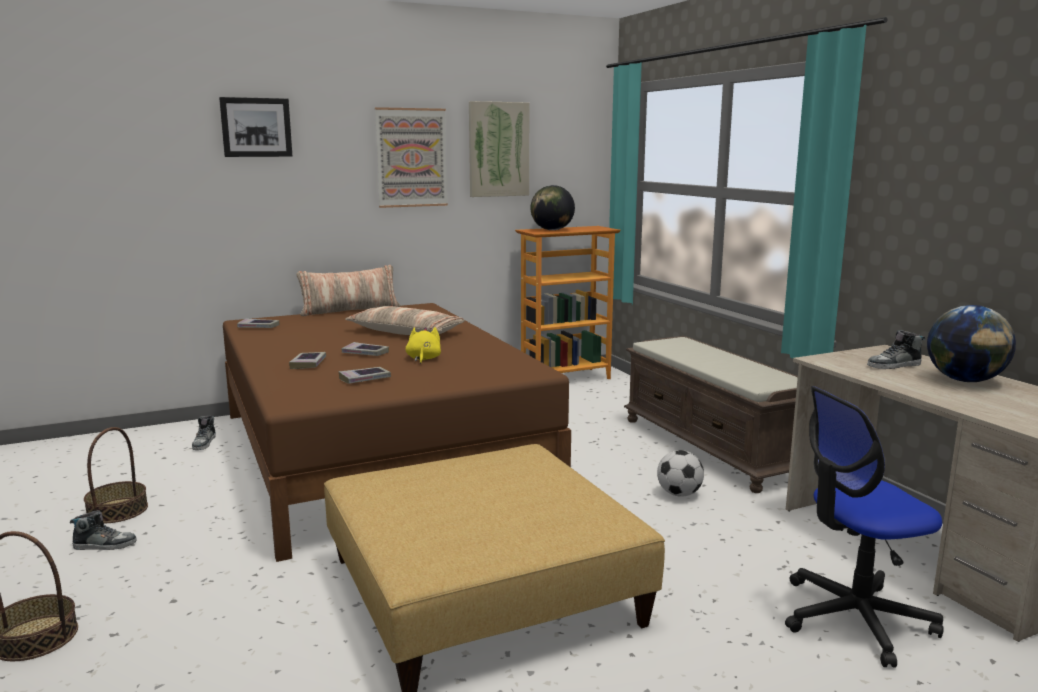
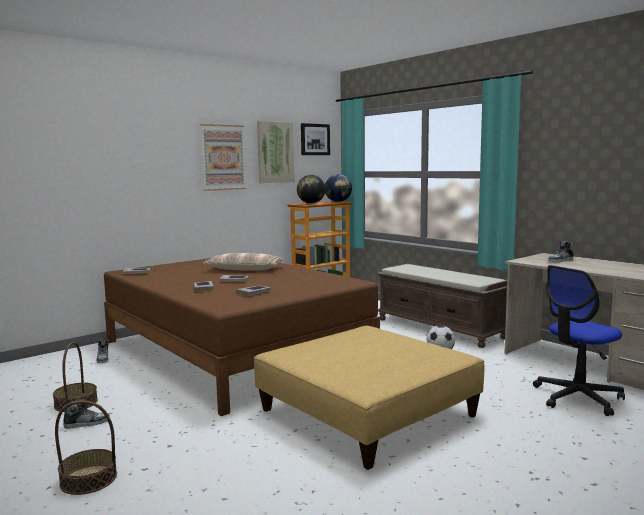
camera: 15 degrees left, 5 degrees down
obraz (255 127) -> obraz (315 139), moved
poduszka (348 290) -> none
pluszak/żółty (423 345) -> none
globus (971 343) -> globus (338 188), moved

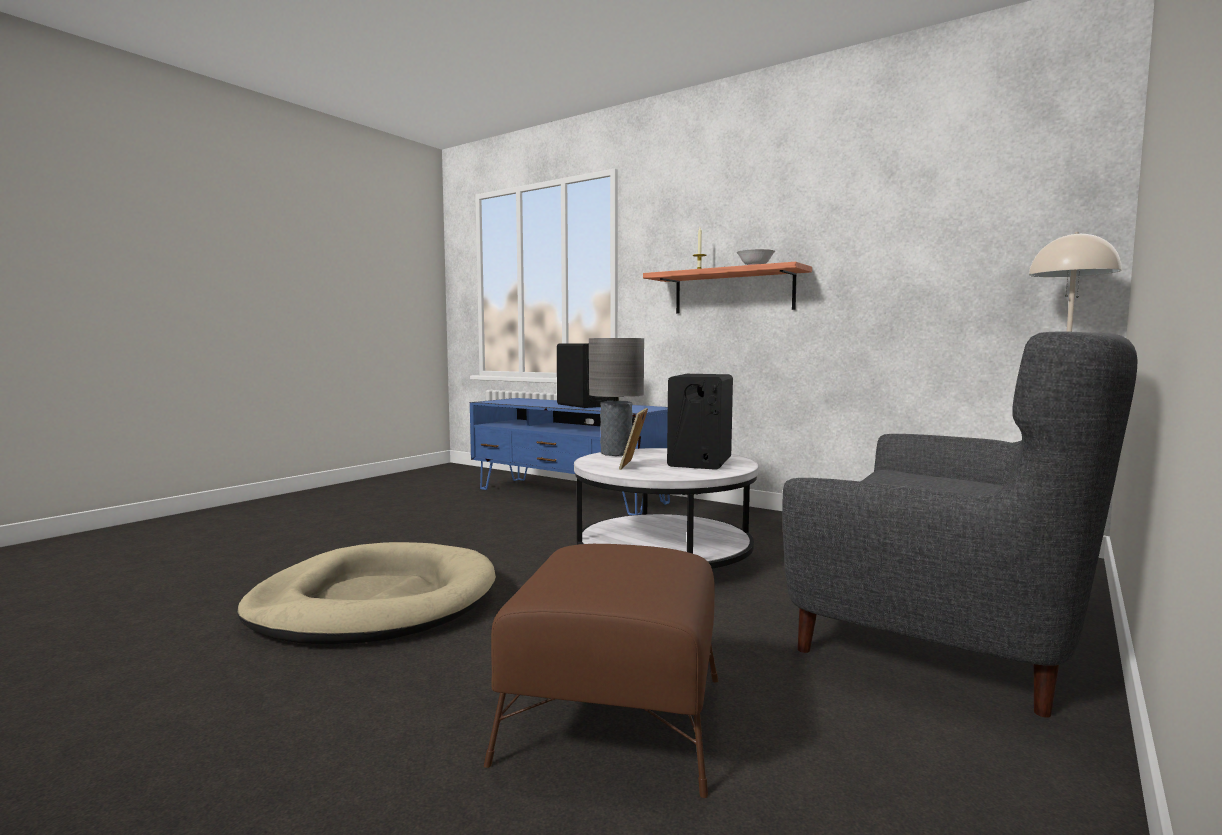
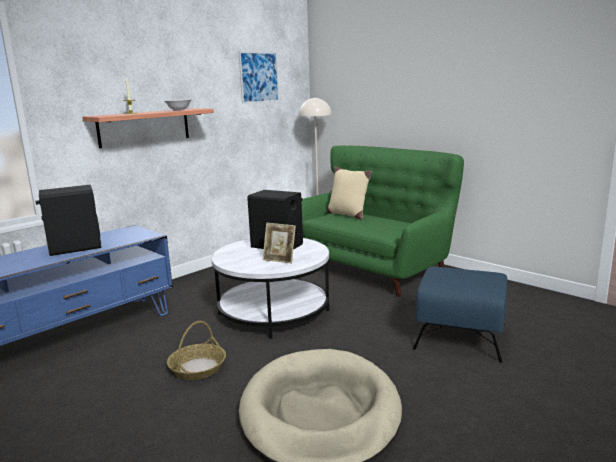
camera: 80 degrees left, 10 degrees up
pufa/brązowy (601 671) -> pufa/niebieski (460 315)
lampa stołowa/szary (616 397) -> none
kanapa/szary (959 524) -> kanapa/zielony (383 221)
none -> koszyk (196 350)
none -> obraz (259 77)
none -> poduszka/beżowy (349 193)

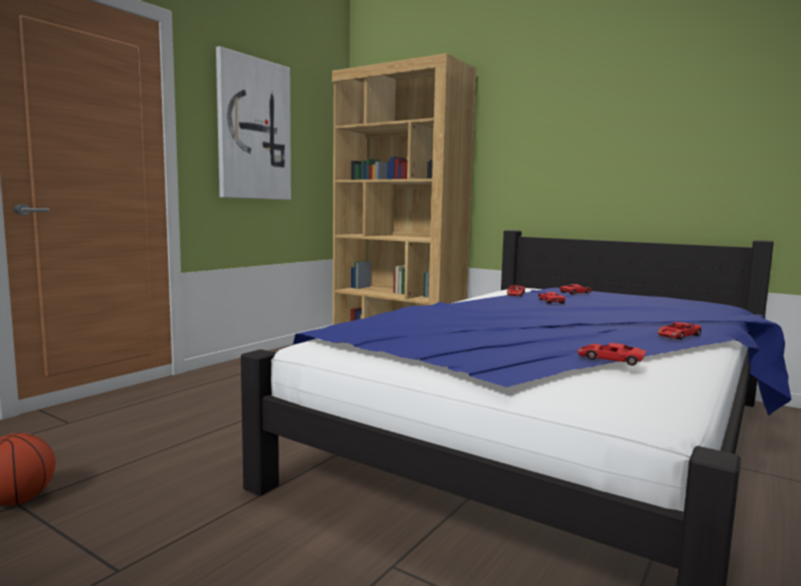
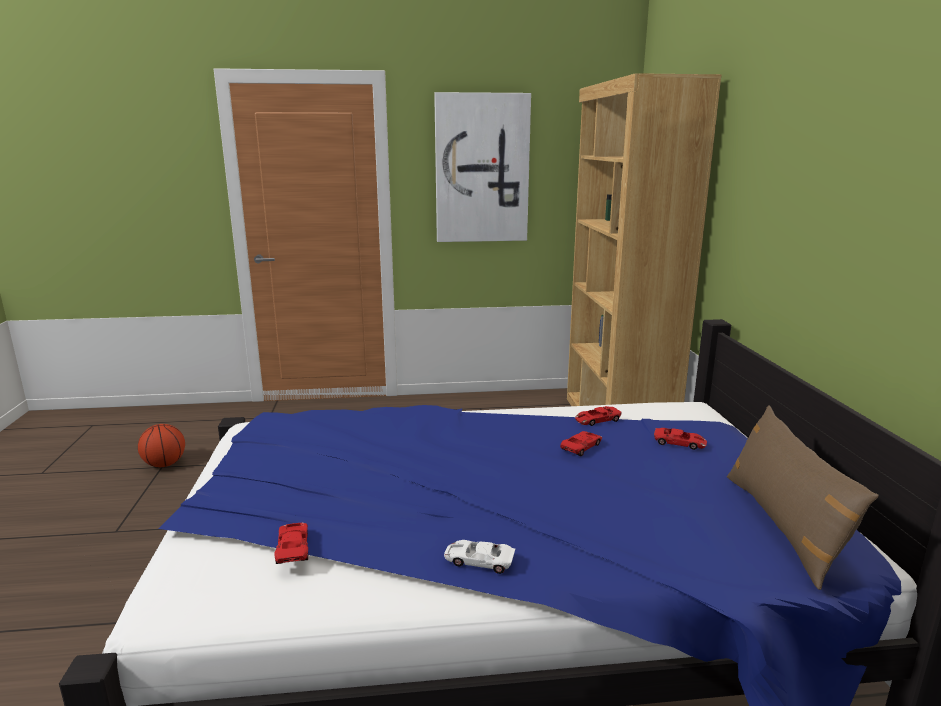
camera: 50 degrees right, 10 degrees up
samochodzik/czerwony (679 331) -> samochodzik/biały (479 557)
none -> poduszka/brązowy (803 497)

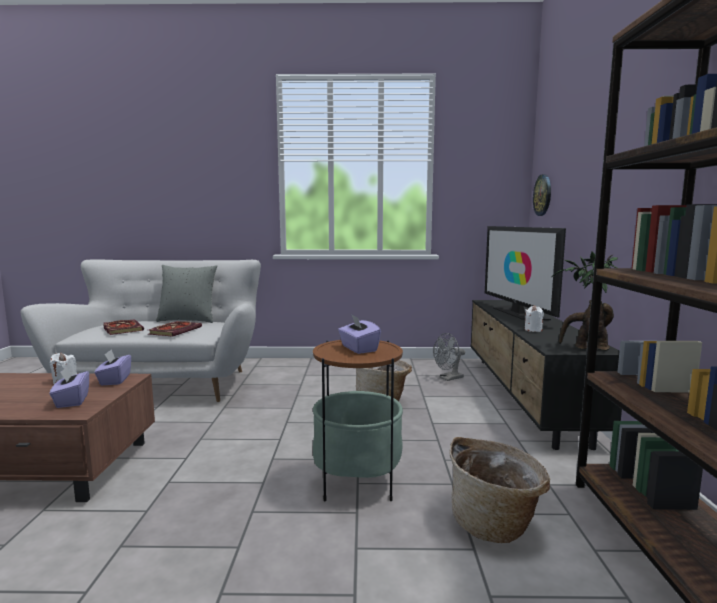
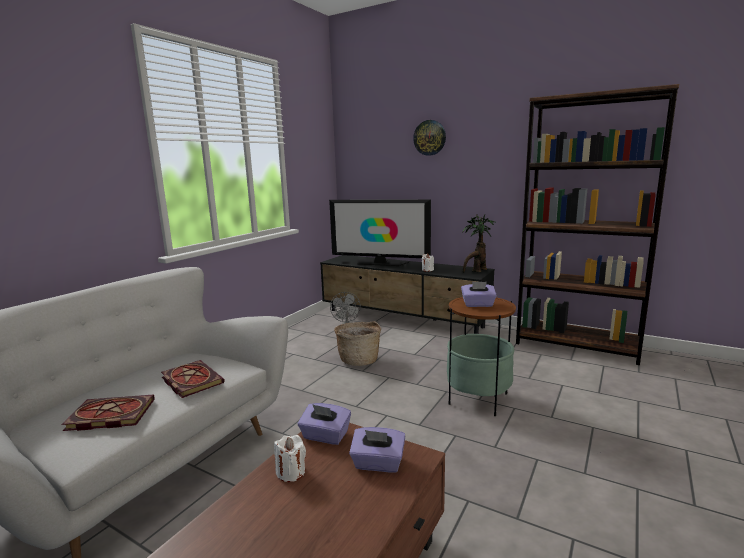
camera: 60 degrees left, 5 degrees up
poduszka/szary (186 294) -> none
koszyk (500 490) -> none
zegar ścienny (542 195) -> zegar ścienny (429 138), moved

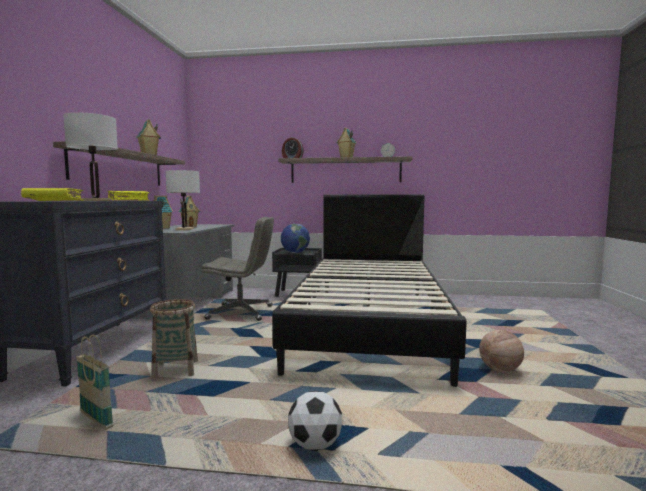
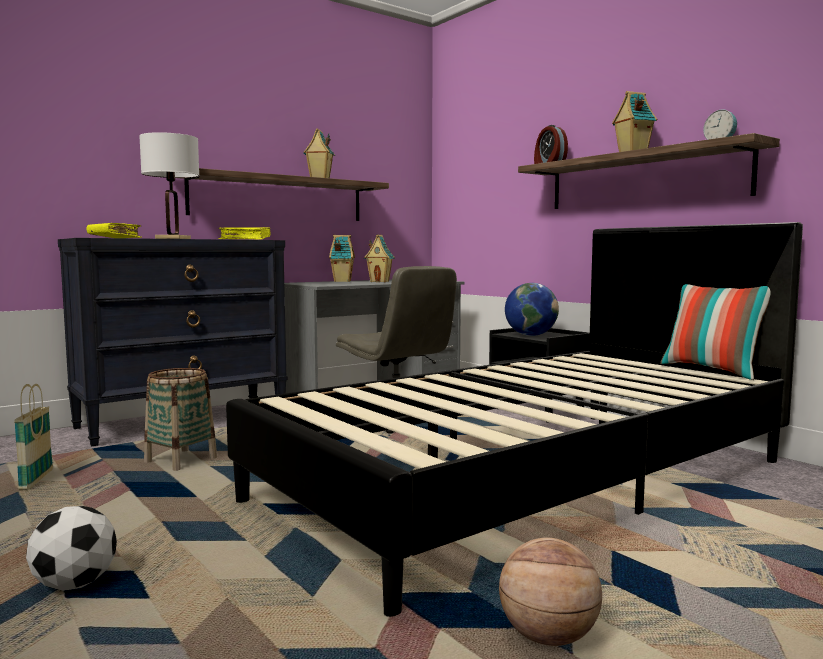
camera: 45 degrees right, 0 degrees up
lampa stołowa/biały (183 200) -> none
none -> poduszka (715 332)

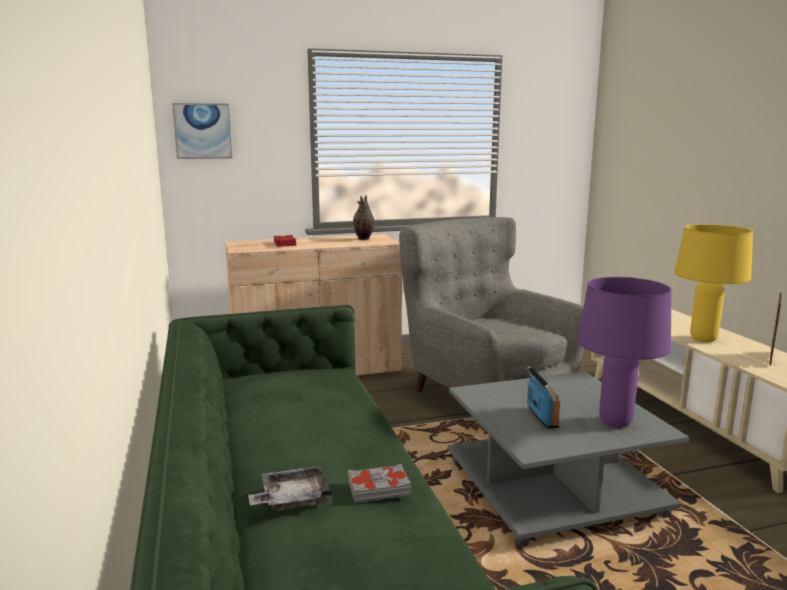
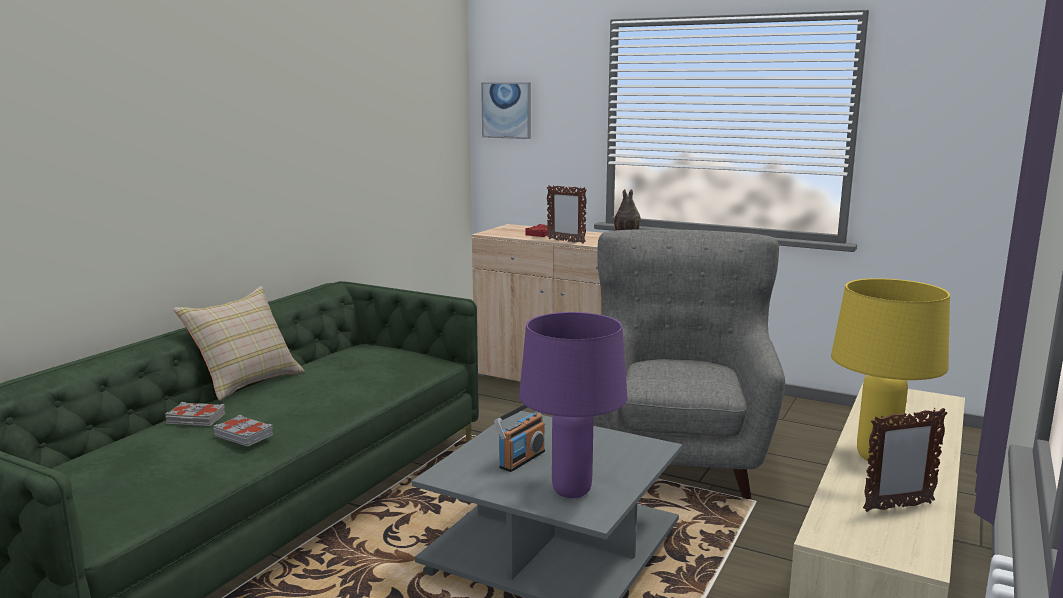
camera: 45 degrees right, 0 degrees up
taca/szary (290 488) -> książka/szary (195 414)
none -> poduszka/beżowy (239 343)
none -> ramka na zdjęcie (567 214)

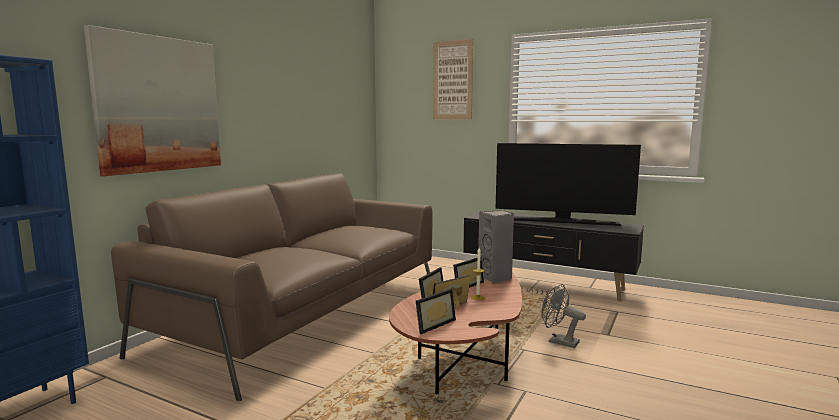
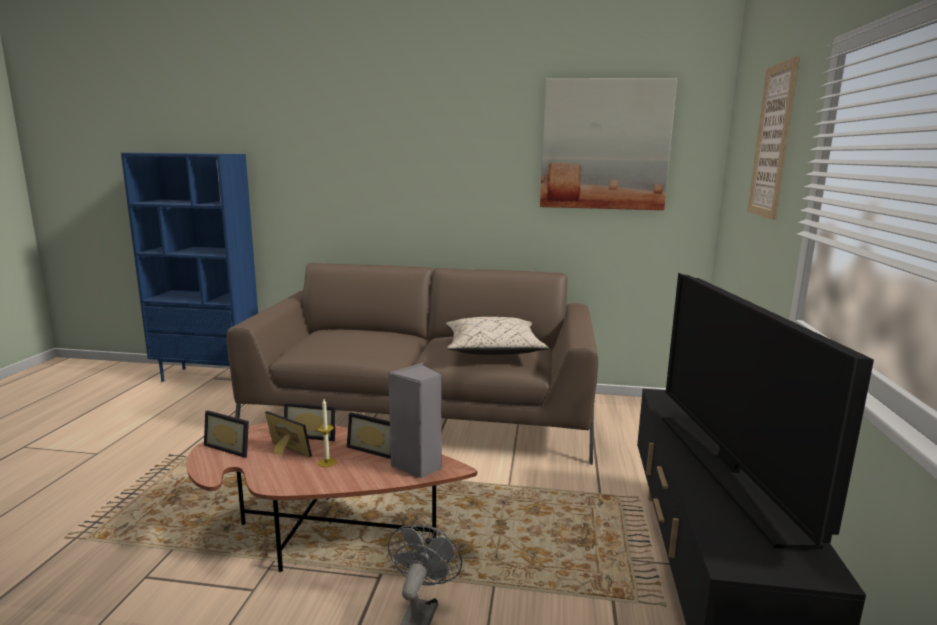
camera: 70 degrees right, 5 degrees up
obraz (152 100) -> obraz (608 144), moved
none -> poduszka/beżowy (497 336)

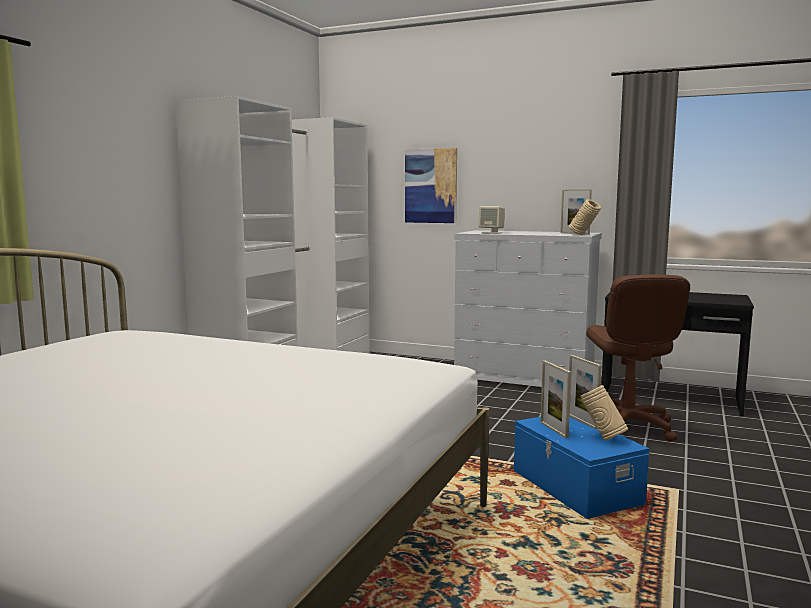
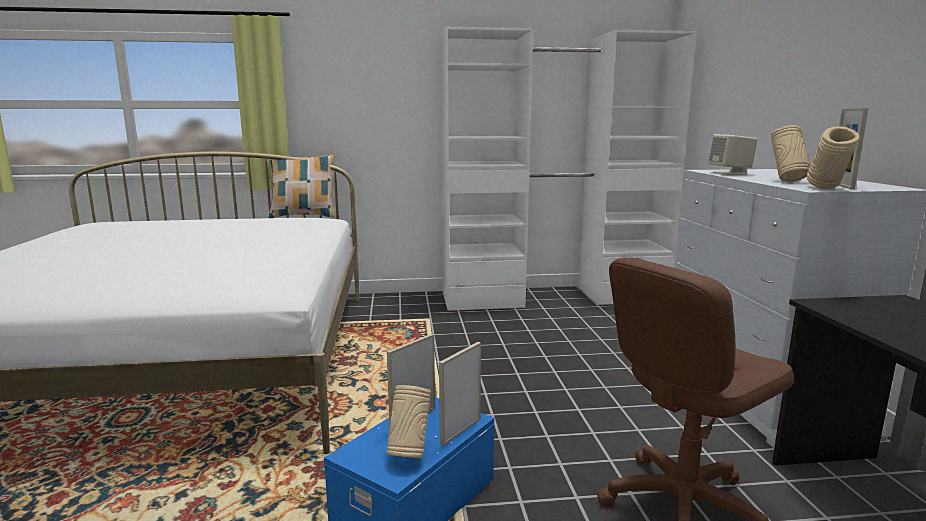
camera: 60 degrees right, 5 degrees up
obraz (431 185) -> none
none -> poduszka (302 186)
none -> wazon/beżowy (790 153)

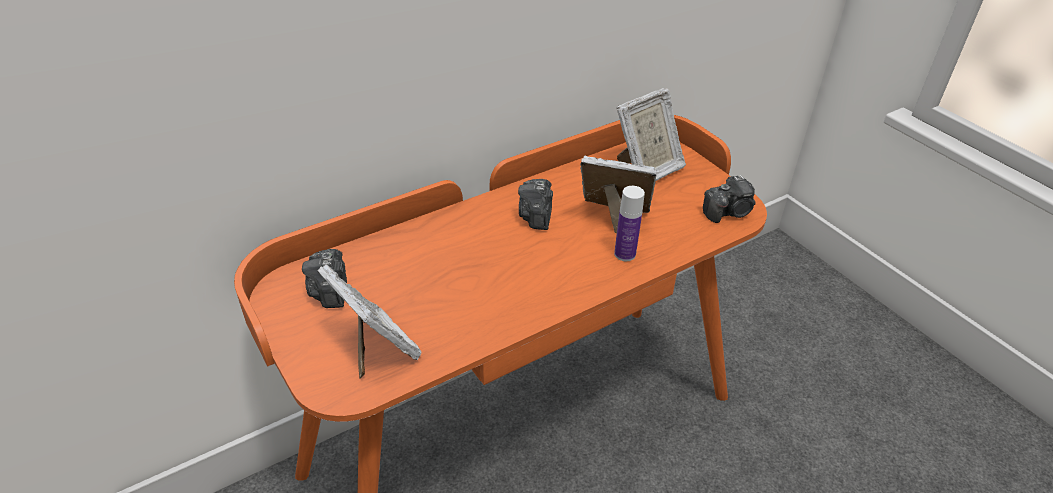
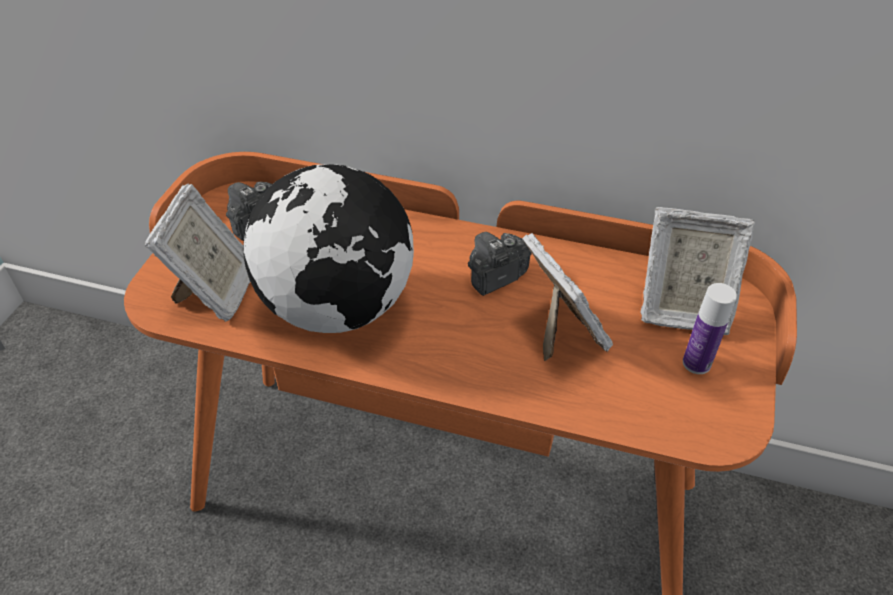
camera: 50 degrees right, 5 degrees up
butelka (629 223) -> butelka (710 328), moved
aparat fotograficzny (729 199) -> none
none -> globus (328 248)

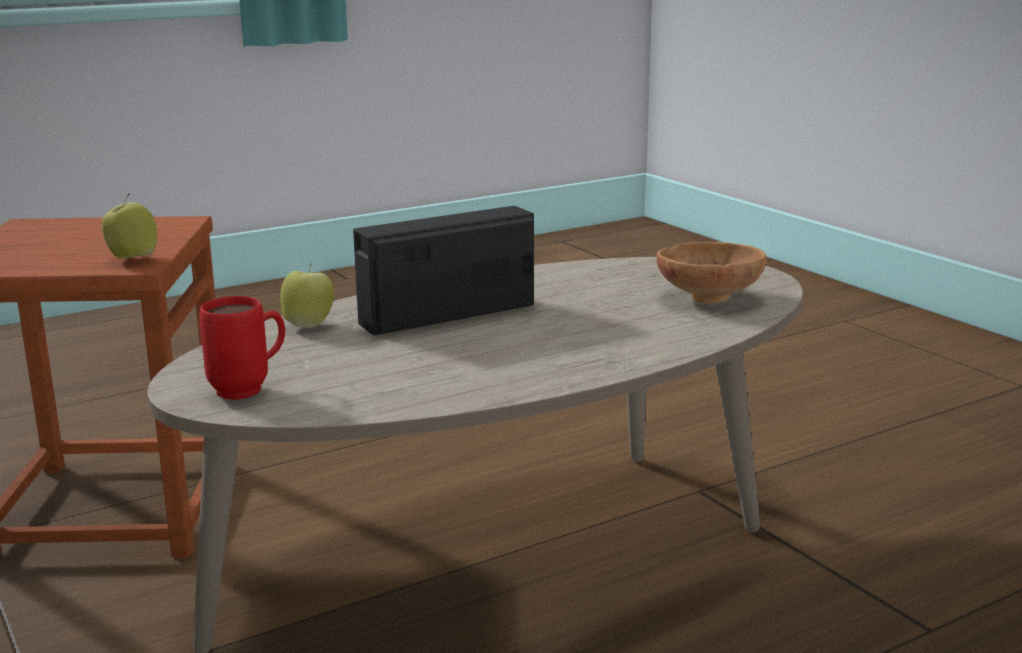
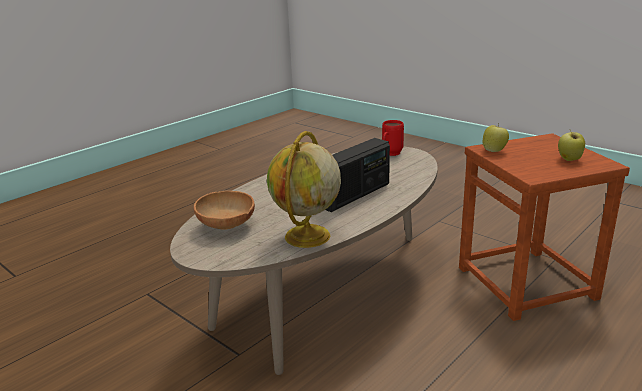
camera: 165 degrees right, 5 degrees up
jabłko (307 295) -> jabłko (571 145), moved
none -> globus (304 189)

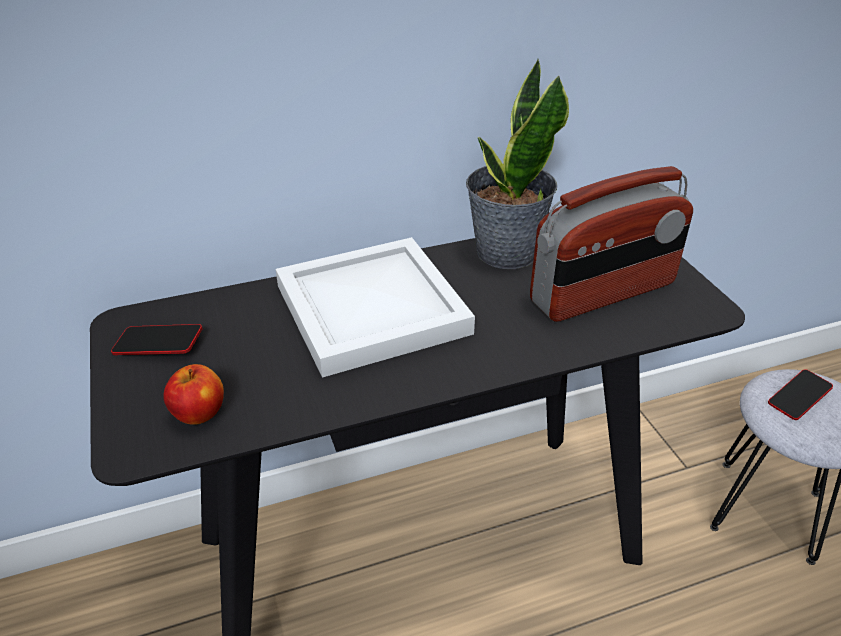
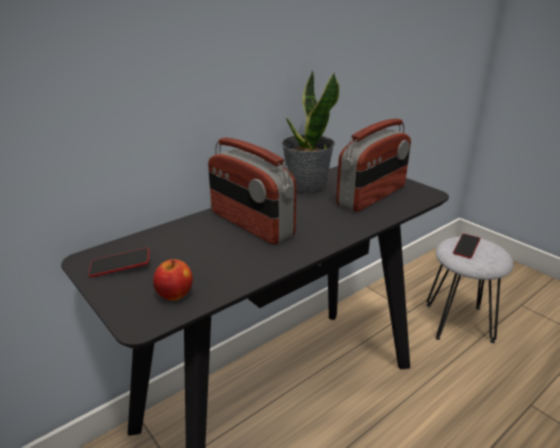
camera: 20 degrees left, 10 degrees down
taca/biały (375 307) -> radio (252 191)

